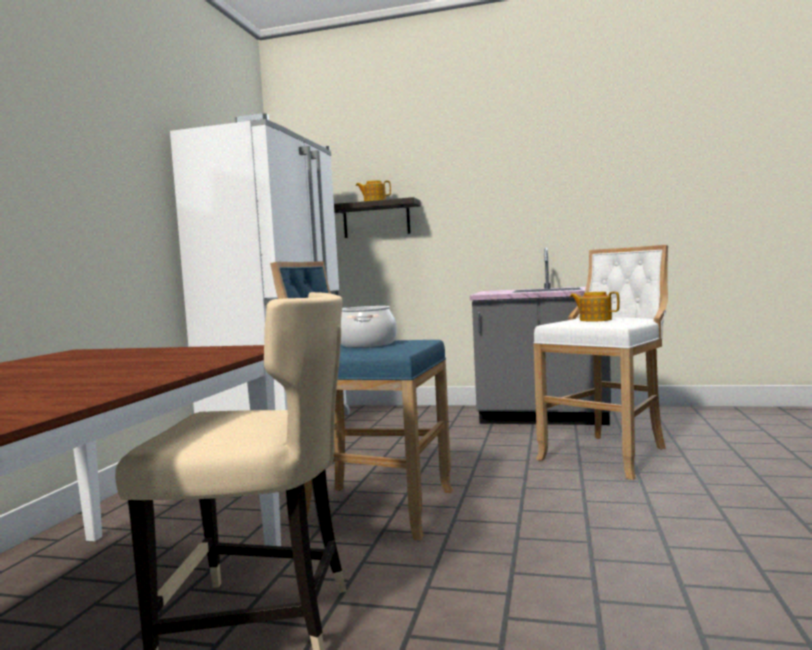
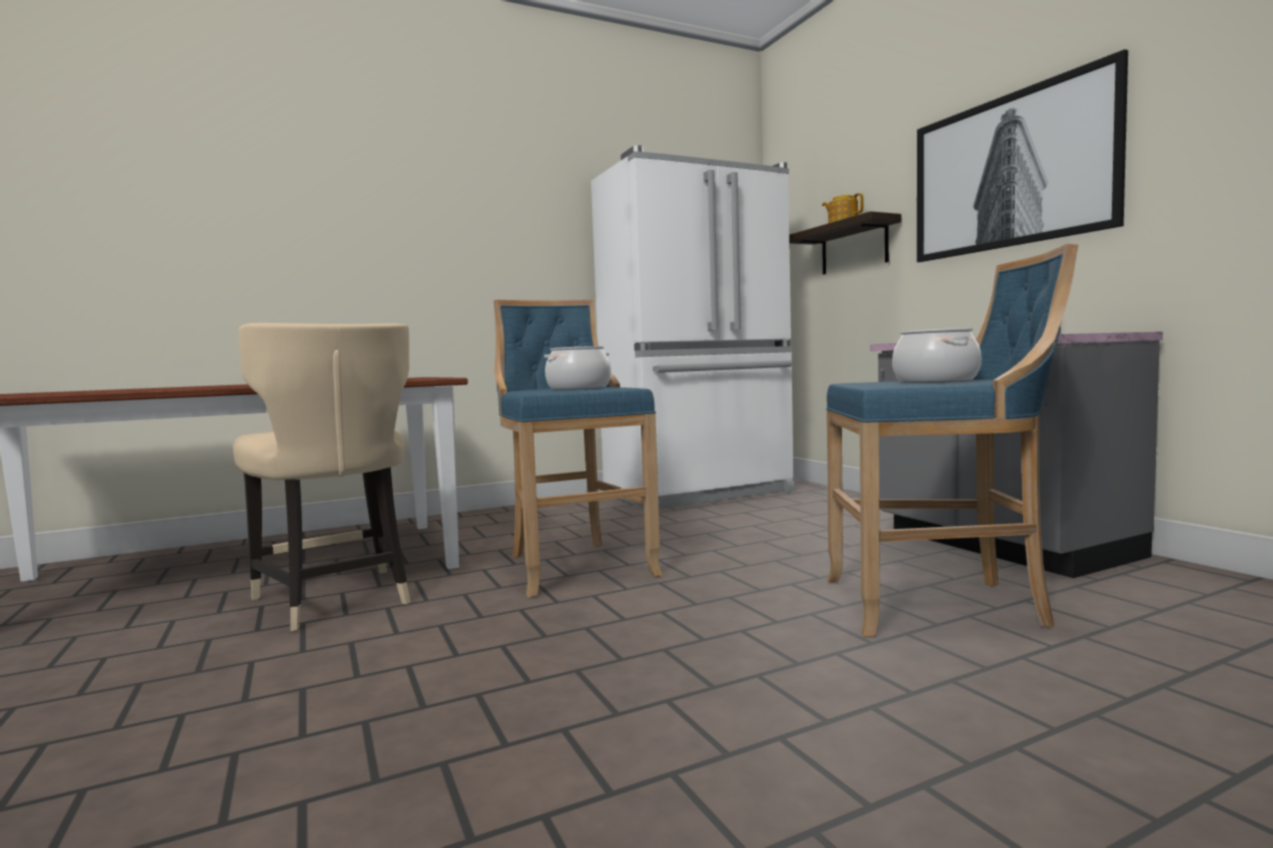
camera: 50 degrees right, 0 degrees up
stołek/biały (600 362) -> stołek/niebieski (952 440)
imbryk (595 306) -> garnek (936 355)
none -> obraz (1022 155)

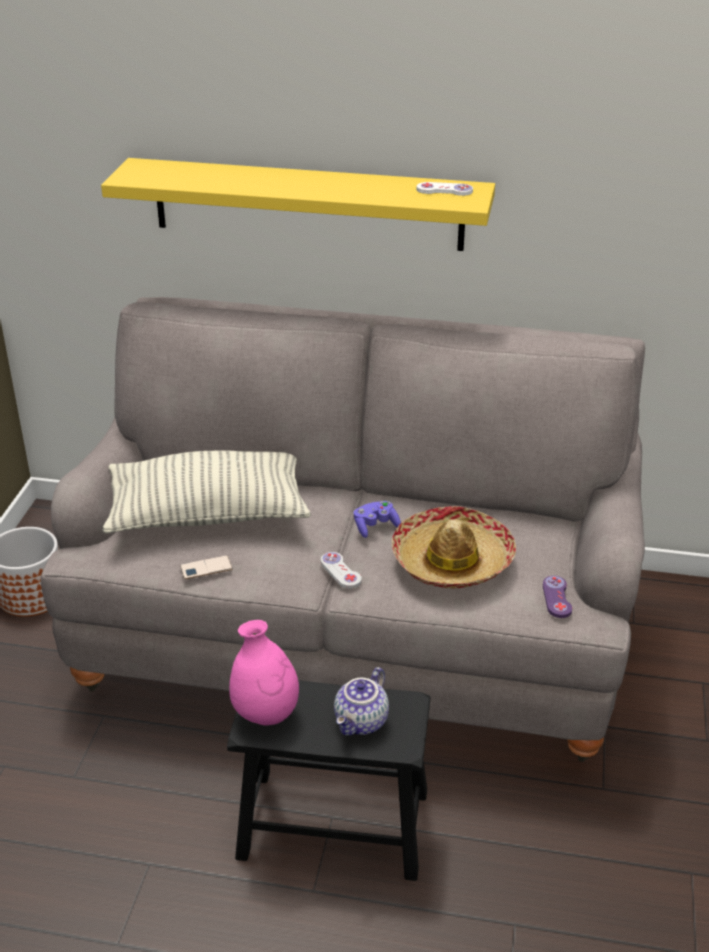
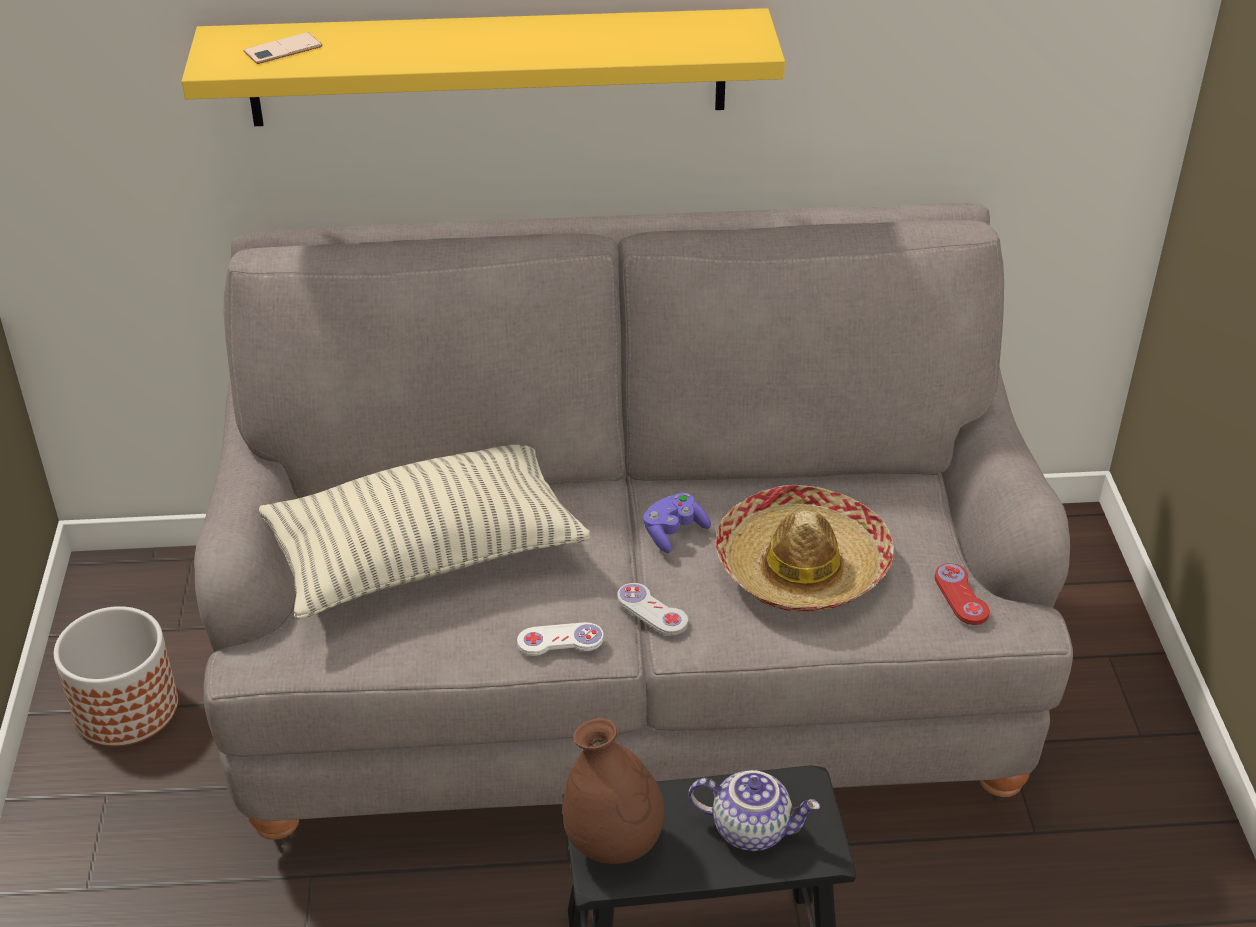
camera: 15 degrees left, 5 degrees up
telefon (206 567) -> telefon (282 48), moved
wazon/różowy (264 673) -> wazon/brązowy (613 791)
imbryk (361 701) -> imbryk (754 810), 90 degrees counterclockwise
pad do gier/biały (445 189) -> pad do gier/biały (560 639), moved
pad do gier/fioletowy (557 597) -> pad do gier/czerwony (962 594)

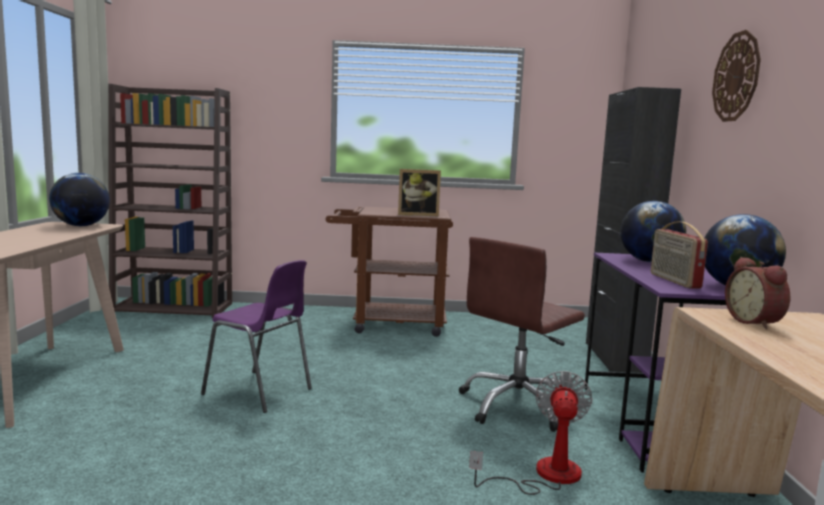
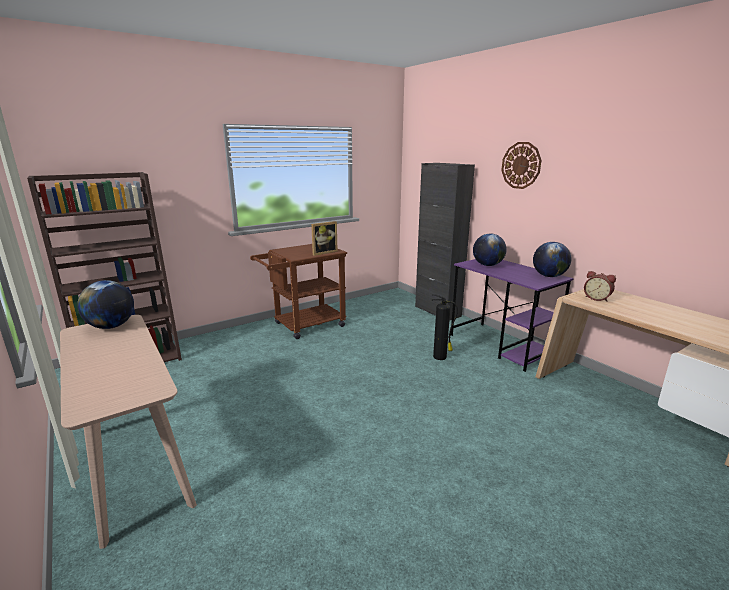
camera: 35 degrees left, 10 degrees up
krzesło/fioletowy (256 336) -> none
krzesło biurowe/brązowy (522 334) -> gaśnica (444 327)
wentylator (530 433) -> none
radio (679 255) -> none

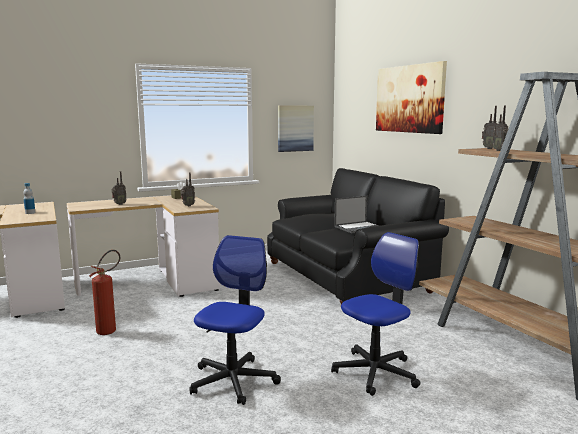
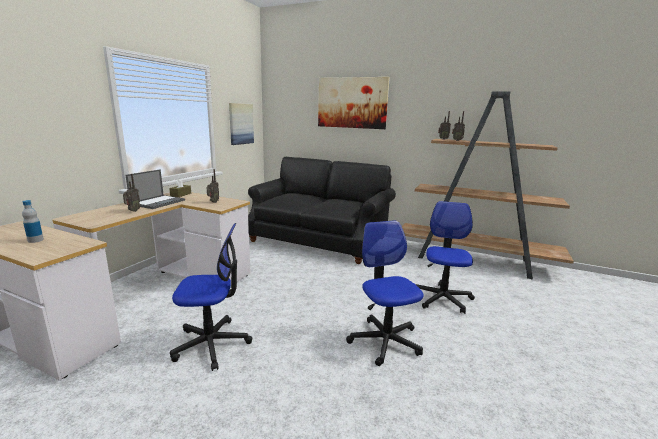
camera: 40 degrees left, 5 degrees up
gaśnica (104 292) -> krzesło biurowe (211 297)
laptop (356 214) -> laptop (155 189), moved

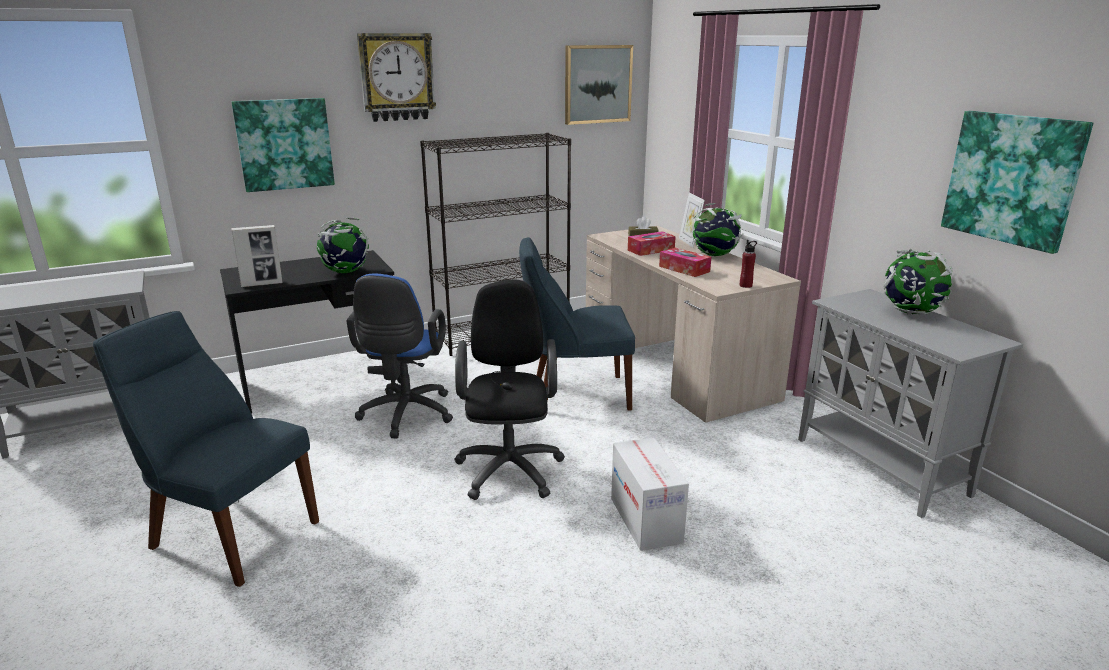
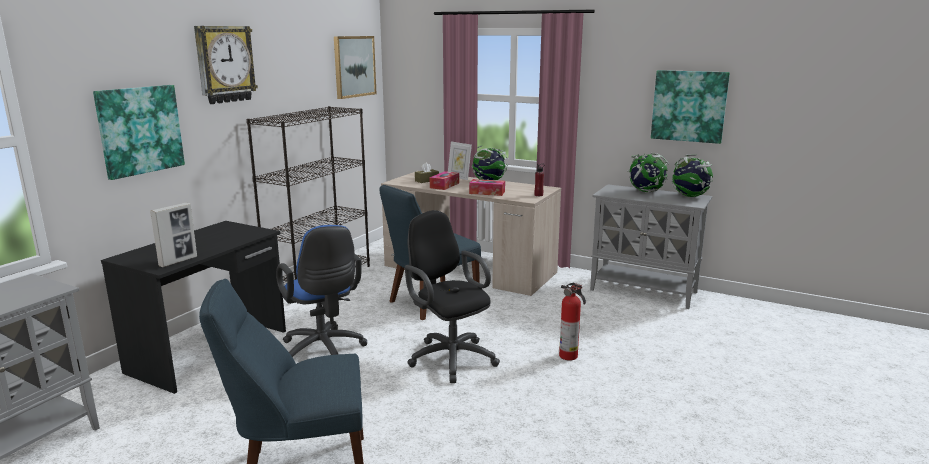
camera: 35 degrees left, 5 degrees down
globus (343 245) -> globus (692 175), moved
karton (650 494) -> gaśnica (572 322)

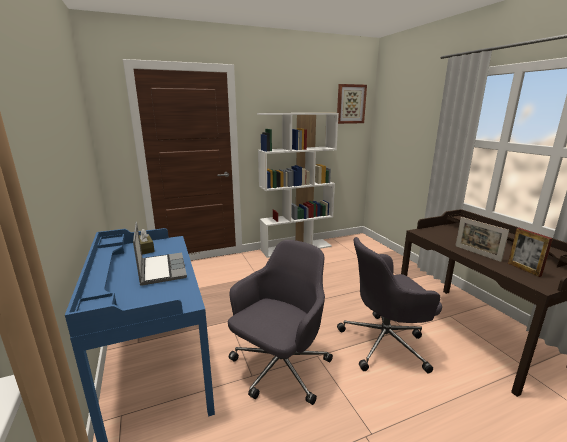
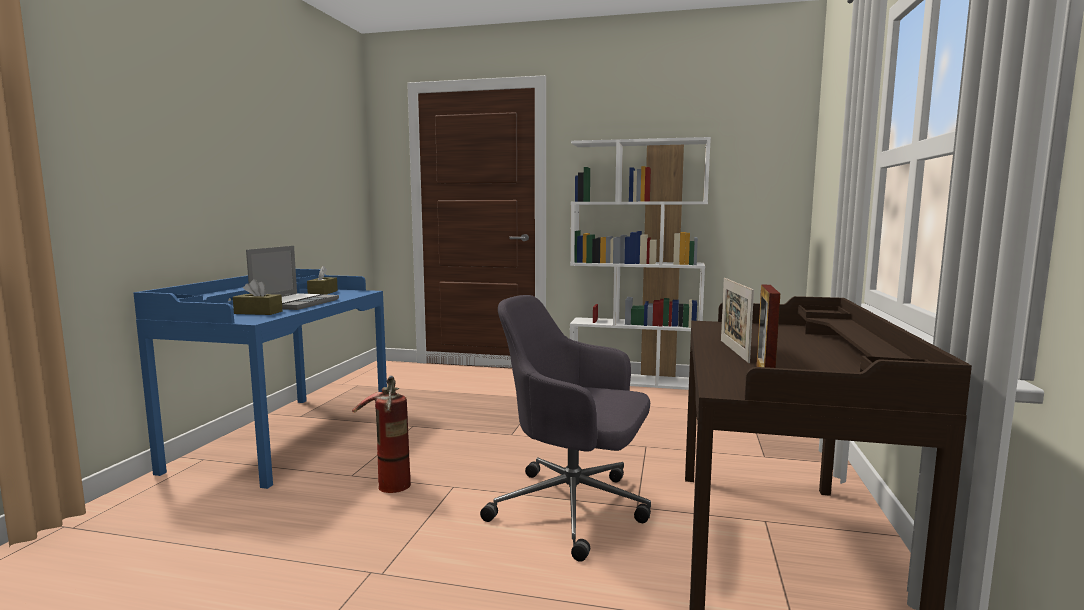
camera: 35 degrees right, 10 degrees down
krzesło biurowe/szary (280 322) -> gaśnica (381 434)
obraz (352 104) -> none
none -> pudełko chusteczek/brązowy (258 297)

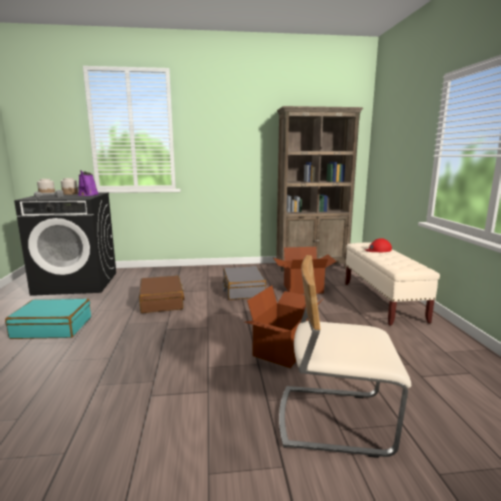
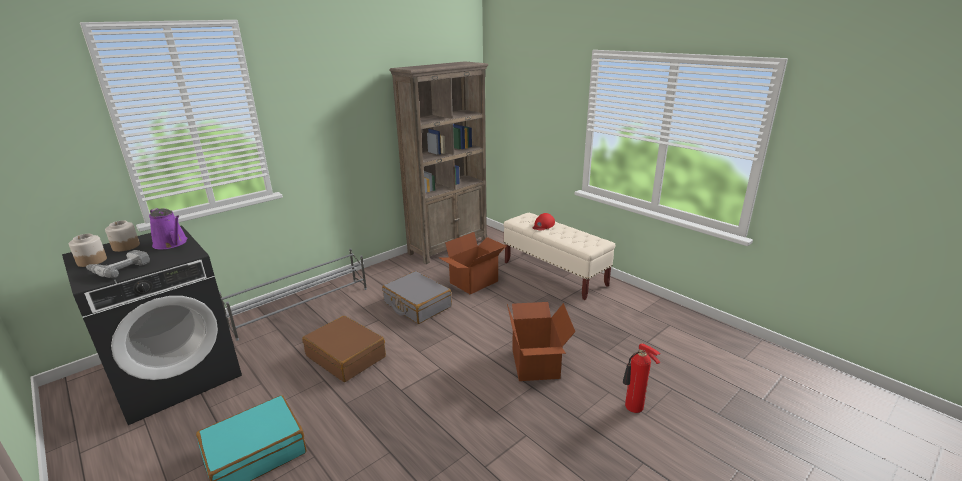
camera: 35 degrees left, 10 degrees up
krzesło/beżowy (345 356) -> gaśnica (642 378)
none -> regał na buty/szary (293 294)

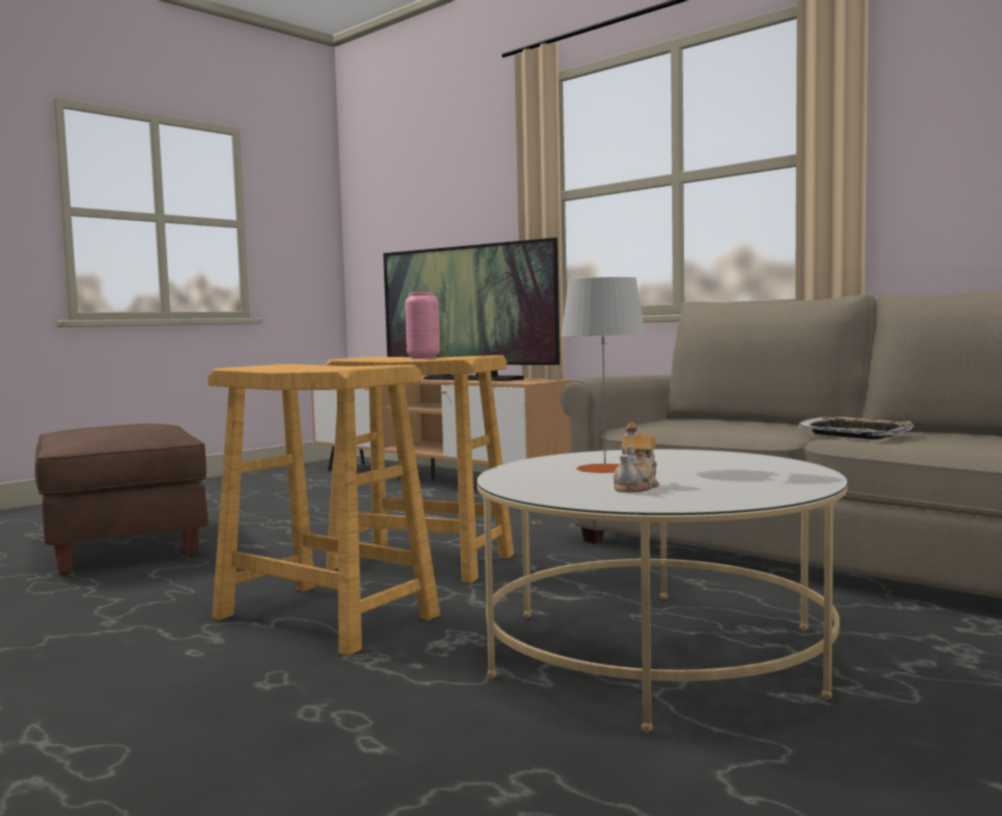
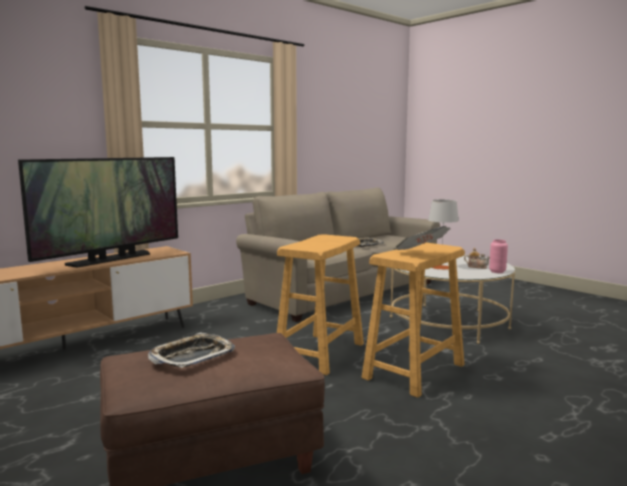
camera: 85 degrees left, 5 degrees up
wazon/różowy (422 325) -> wazon/różowy (498 256), moved
none -> taca (191 350)
none -> gazeta (422 238)

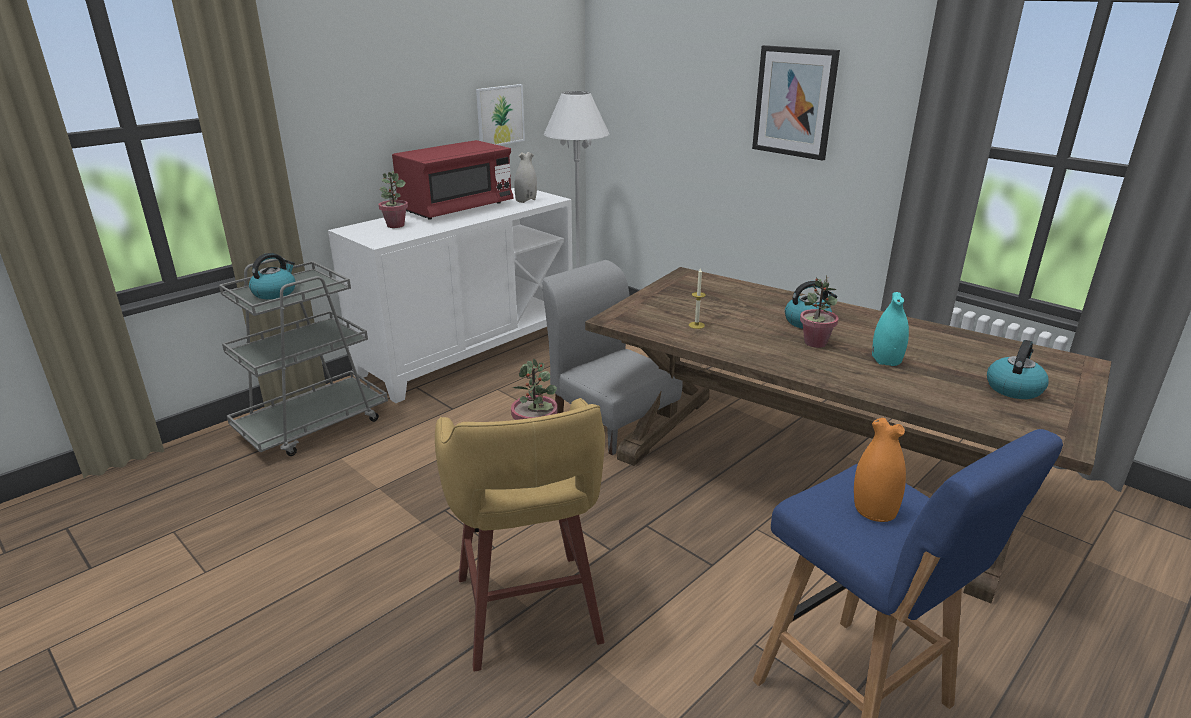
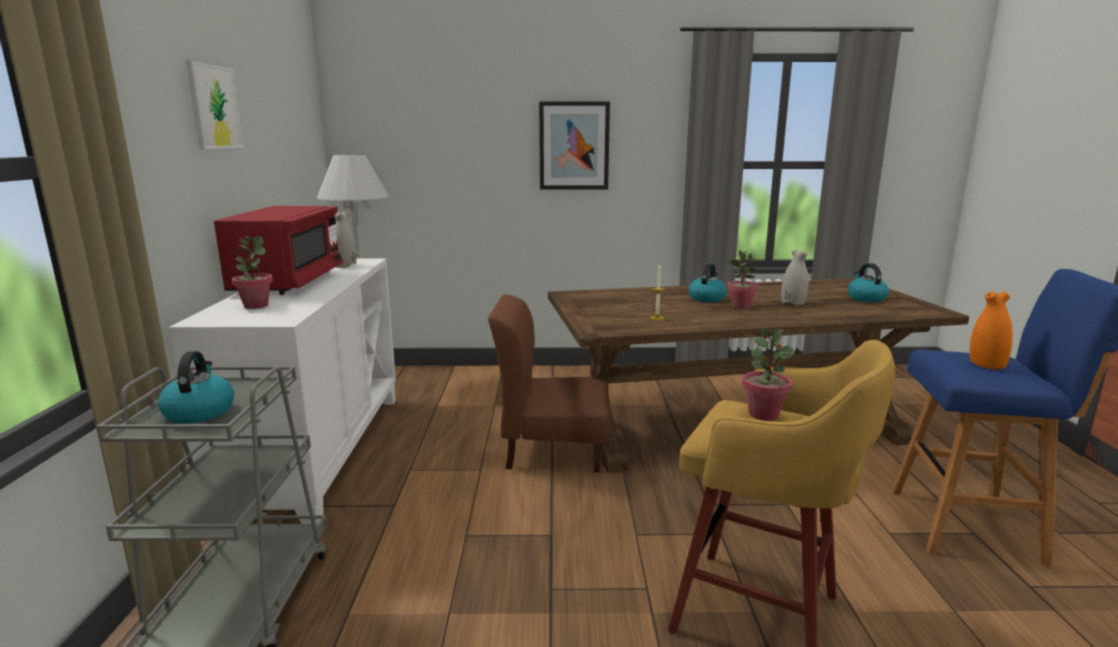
camera: 45 degrees left, 10 degrees down
obraz (500 114) -> obraz (215 105), moved
krzesło/szary (612 357) -> krzesło/brązowy (549 383)
wazon/turkusowy (890 329) -> wazon/biały (795 277)

